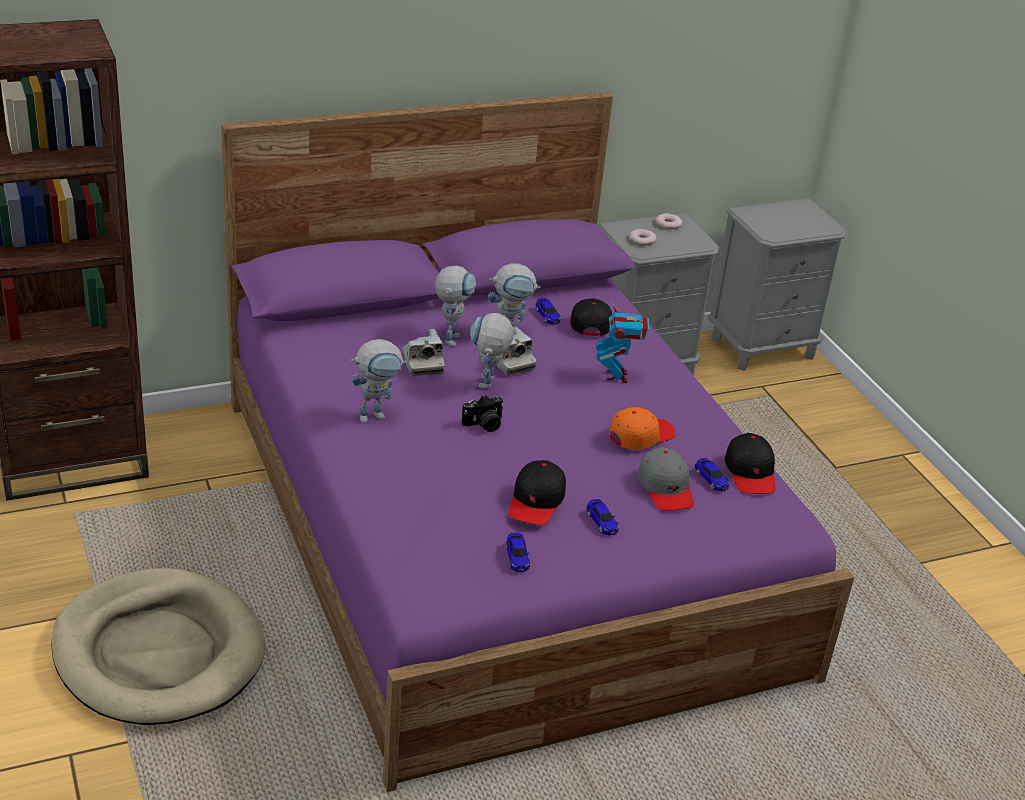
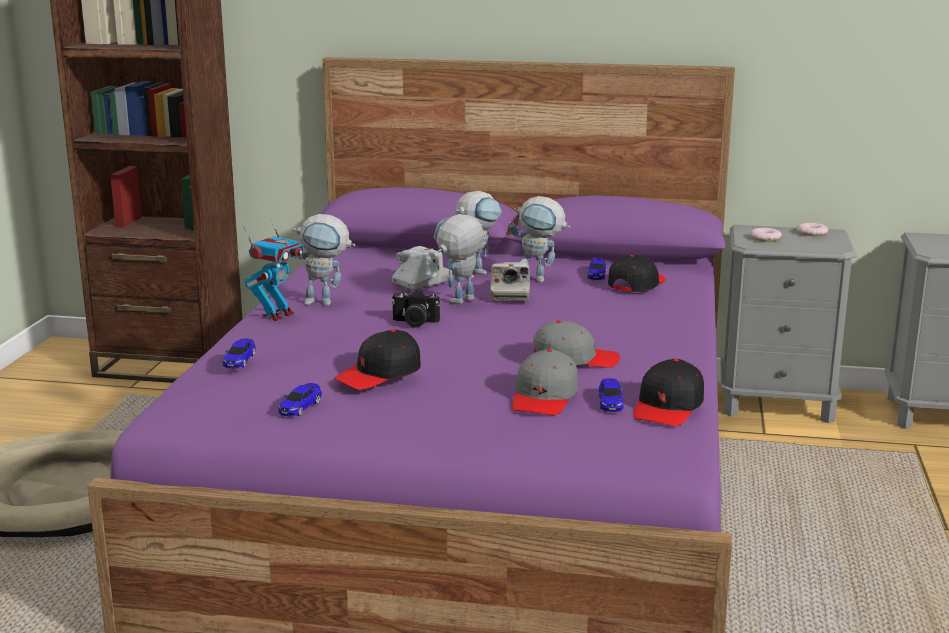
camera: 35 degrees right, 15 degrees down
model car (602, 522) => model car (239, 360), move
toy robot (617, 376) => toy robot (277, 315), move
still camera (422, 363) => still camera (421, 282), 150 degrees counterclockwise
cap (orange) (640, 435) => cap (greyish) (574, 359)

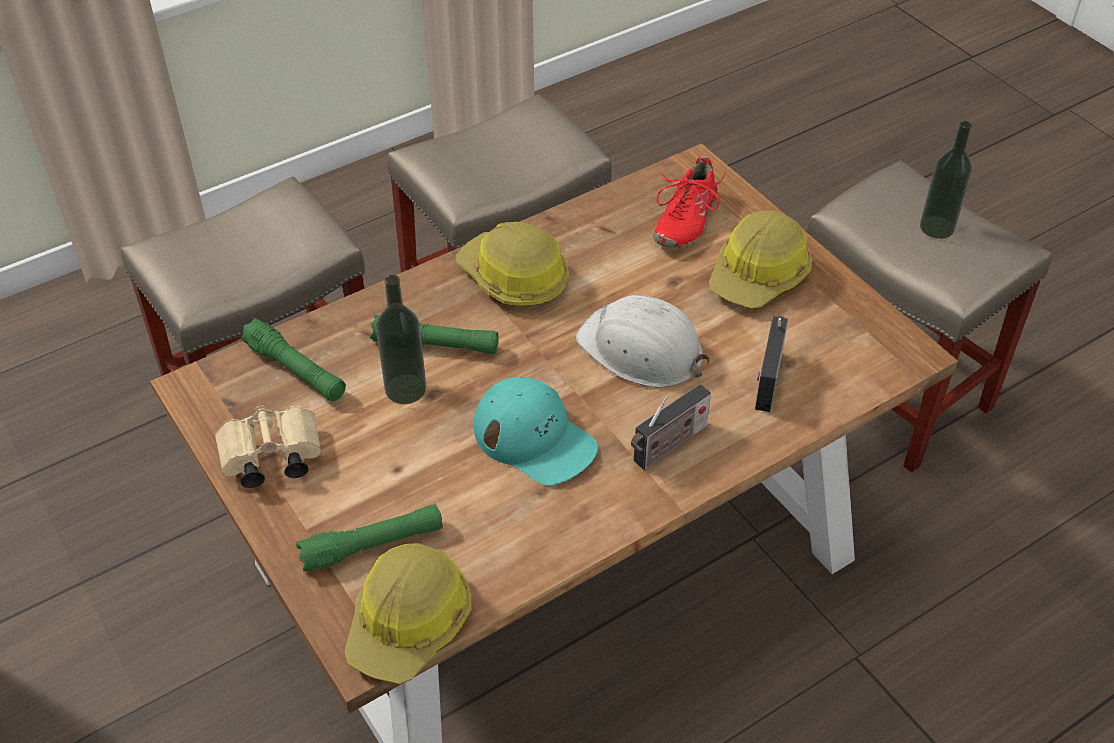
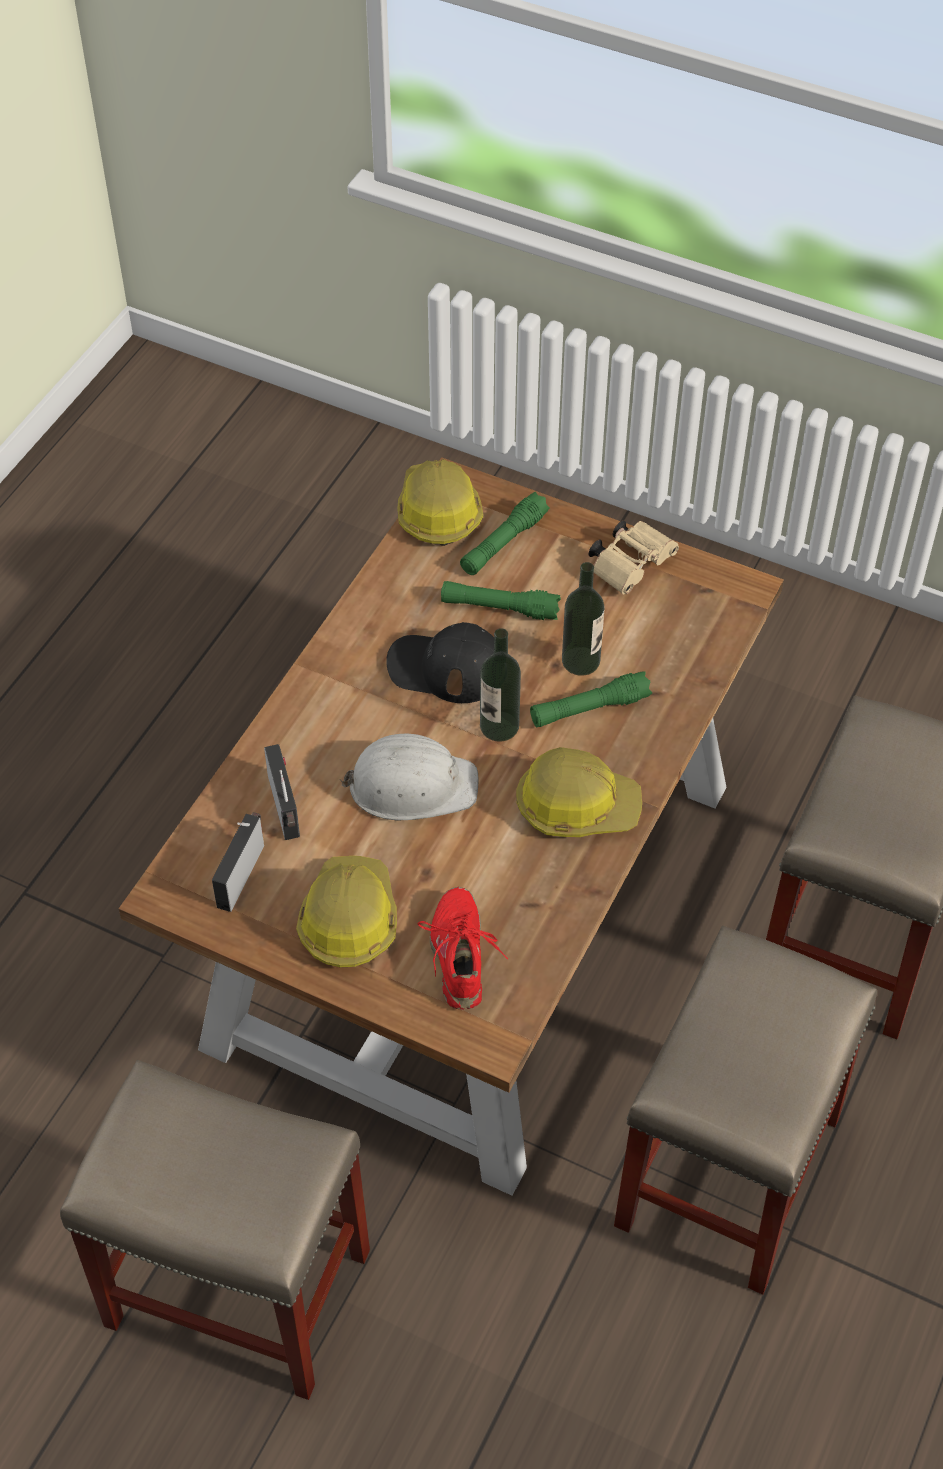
camera: 150 degrees right, 5 degrees up
radio set (668, 446) => radio set (241, 872), move
cap (turquoise) (535, 438) => cap (black-coloured) (446, 668)
torch (green-coloured) (296, 370) => torch (green-coloured) (499, 608), move
bottle (937, 227) => bottle (499, 726), move

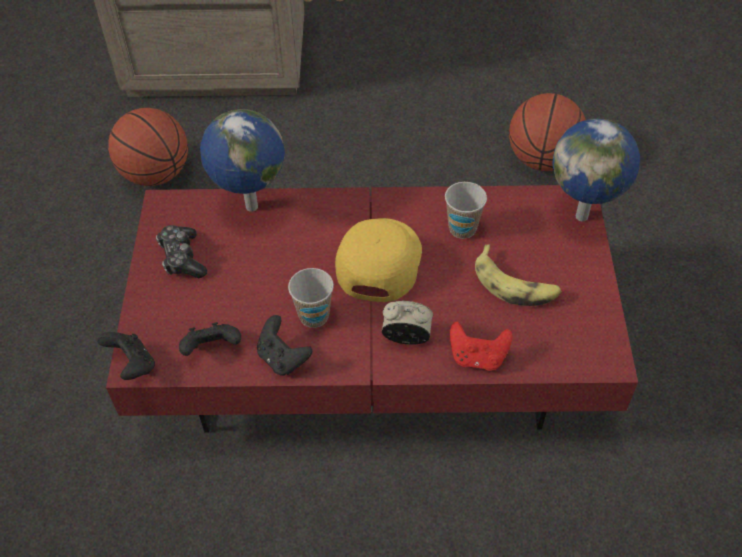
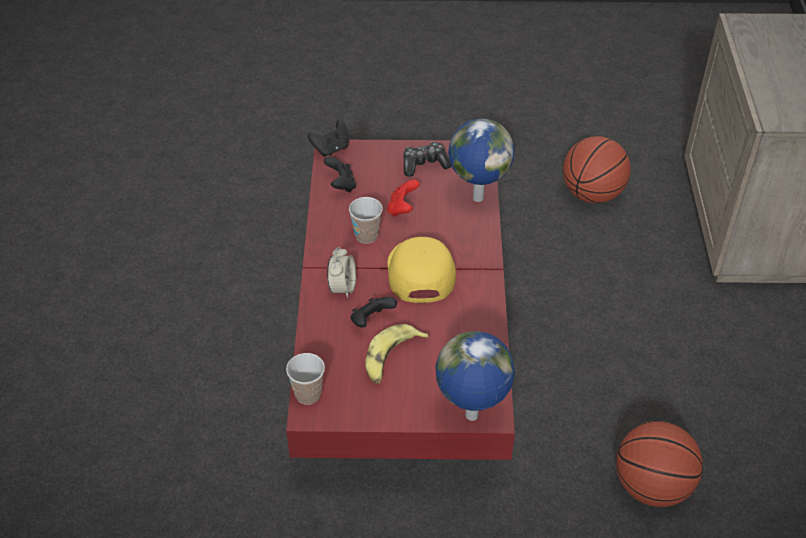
camera: 90 degrees right, 5 degrees down
drinking cup (462, 228) => drinking cup (308, 394), move
joypad (black-coloured) (283, 358) => joypad (black-coloured) (371, 321), move
joypad (reddish) (477, 357) => joypad (reddish) (402, 209), move
cap (yellow) (377, 261) => cap (yellow) (419, 272), 105 degrees counterclockwise

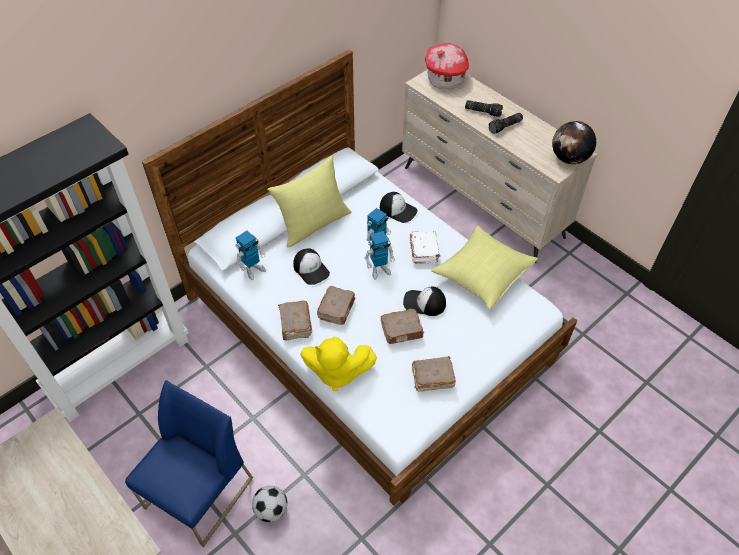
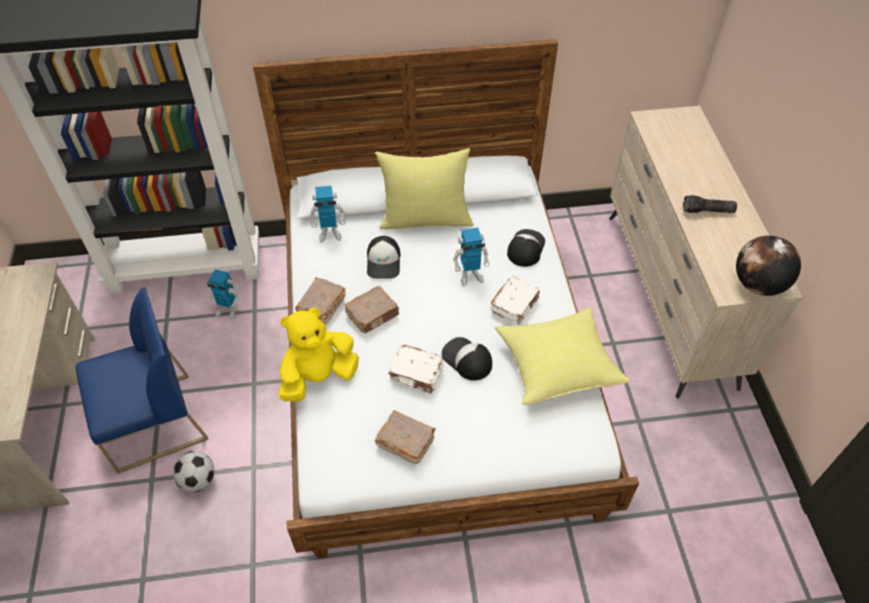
camera: 35 degrees right, 0 degrees up
toy robot (379, 270) => toy robot (228, 310), move
plush toy (yellow) (337, 372) => plush toy (yellow) (318, 377), 105 degrees clockwise
volume (brown-coloured) (402, 331) => volume (white) (417, 374)
cap (398, 210) => cap (525, 248), 135 degrees counterclockwise
miniature house (445, 80) => nothing
torch (483, 111) => nothing

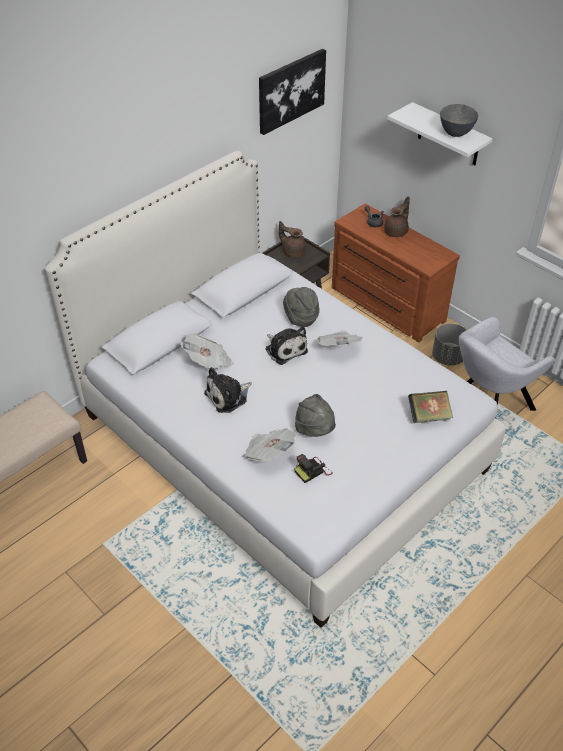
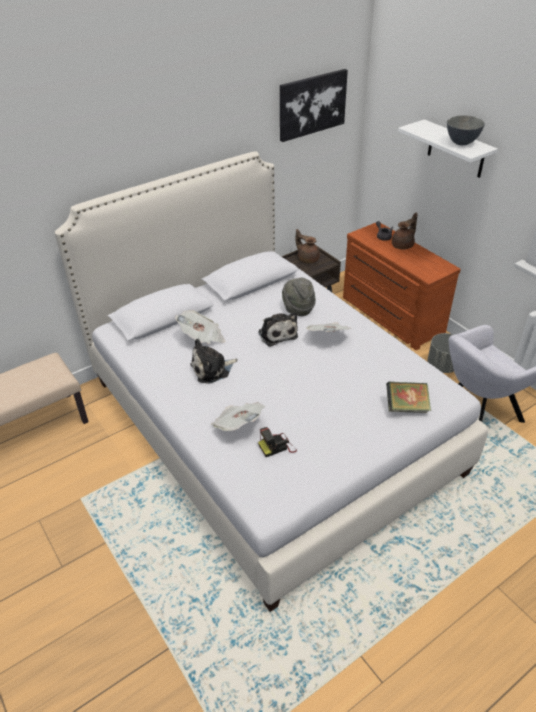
camera: 10 degrees right, 5 degrees down
clothing hat (greyish) (315, 430) => nothing

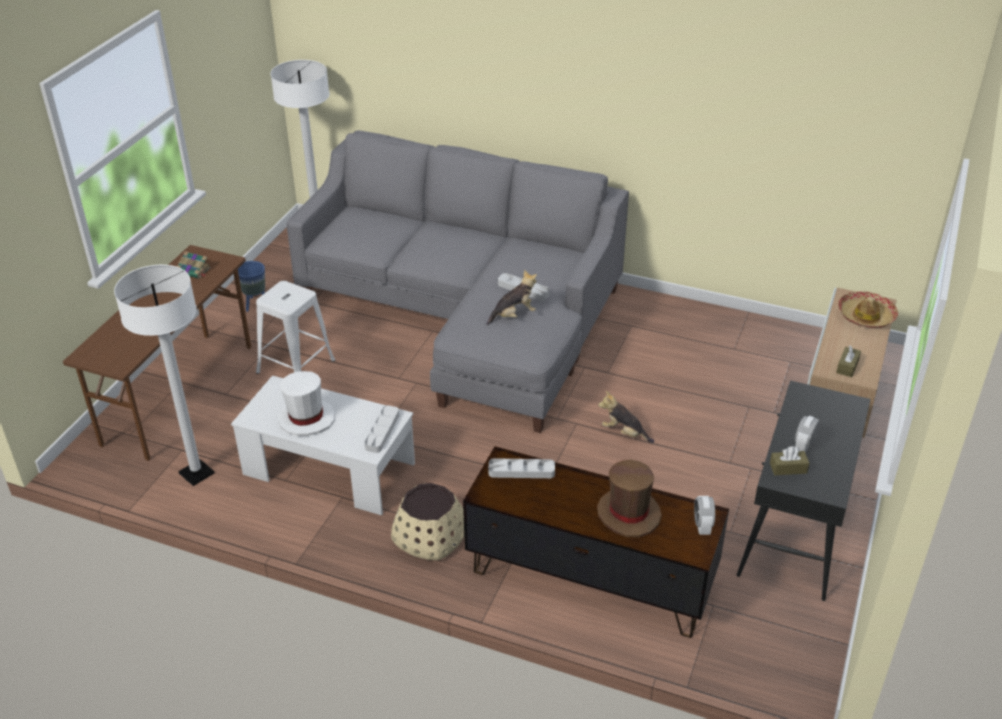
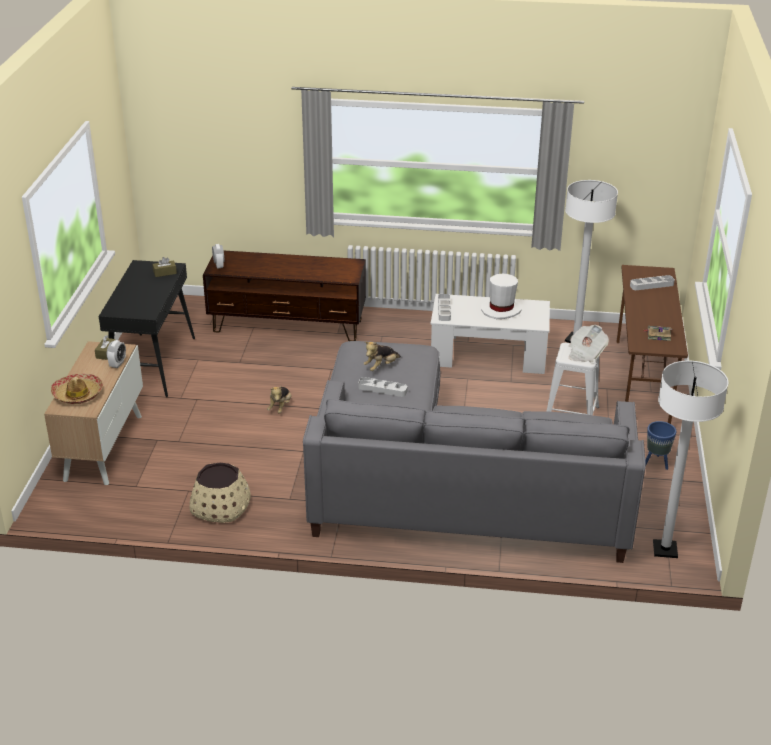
camera: 165 degrees right, 5 degrees down
bedside clock (804, 446) => bedside clock (117, 364), move
plant pot (sand-coloured) (430, 536) => plant pot (sand-coloured) (220, 507), move
plush toy (624, 433) => plush toy (280, 407), 90 degrees clockwise
nothing => newspaper (585, 353)
carrying tray (greyish) (521, 471) => carrying tray (greyish) (651, 285), move
clothing hat (brown-coloured) (629, 513) => nothing

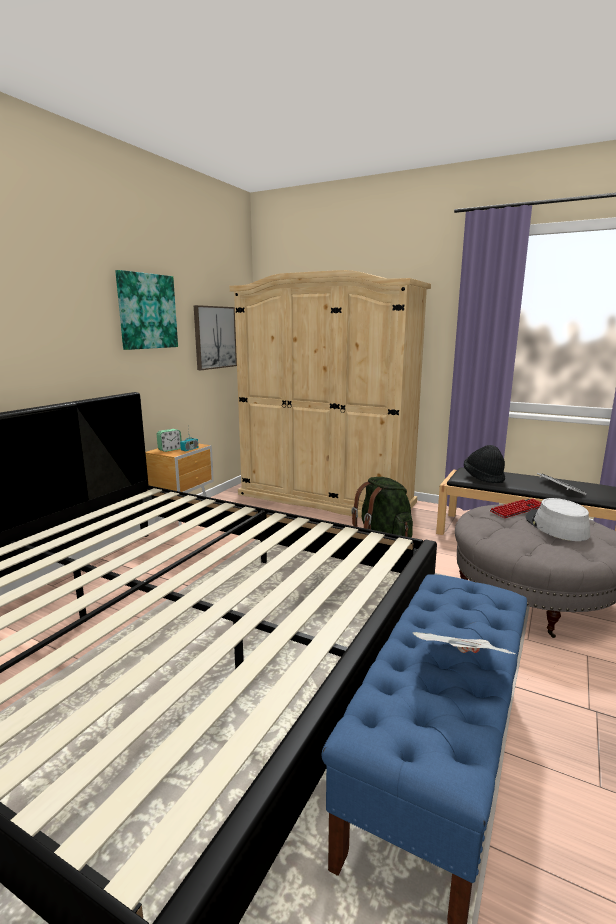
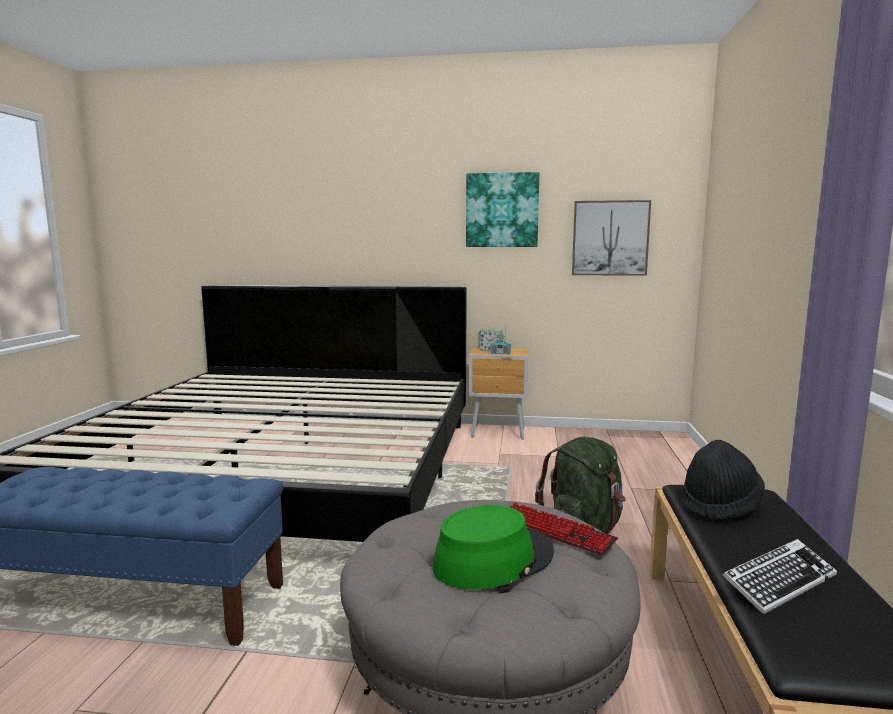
camera: 70 degrees right, 5 degrees down
clothing hat (greyish) (556, 526) => clothing hat (green-coloured) (493, 560)
wardrobe (sand-coloured) (325, 498) => nothing
newspaper (462, 665) => nothing

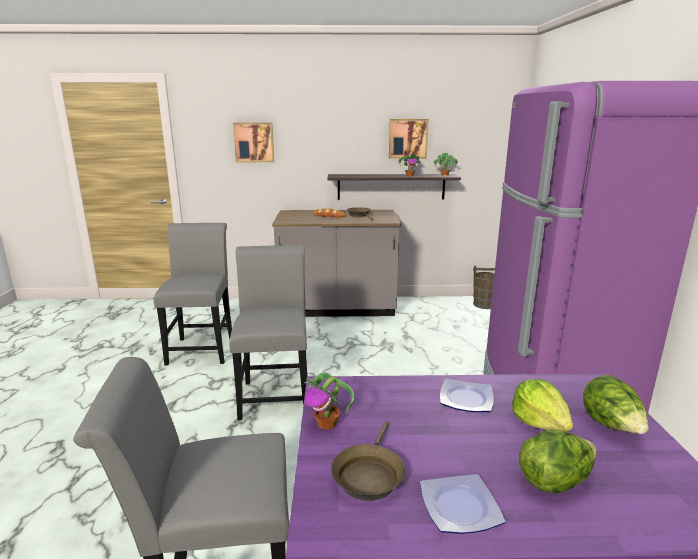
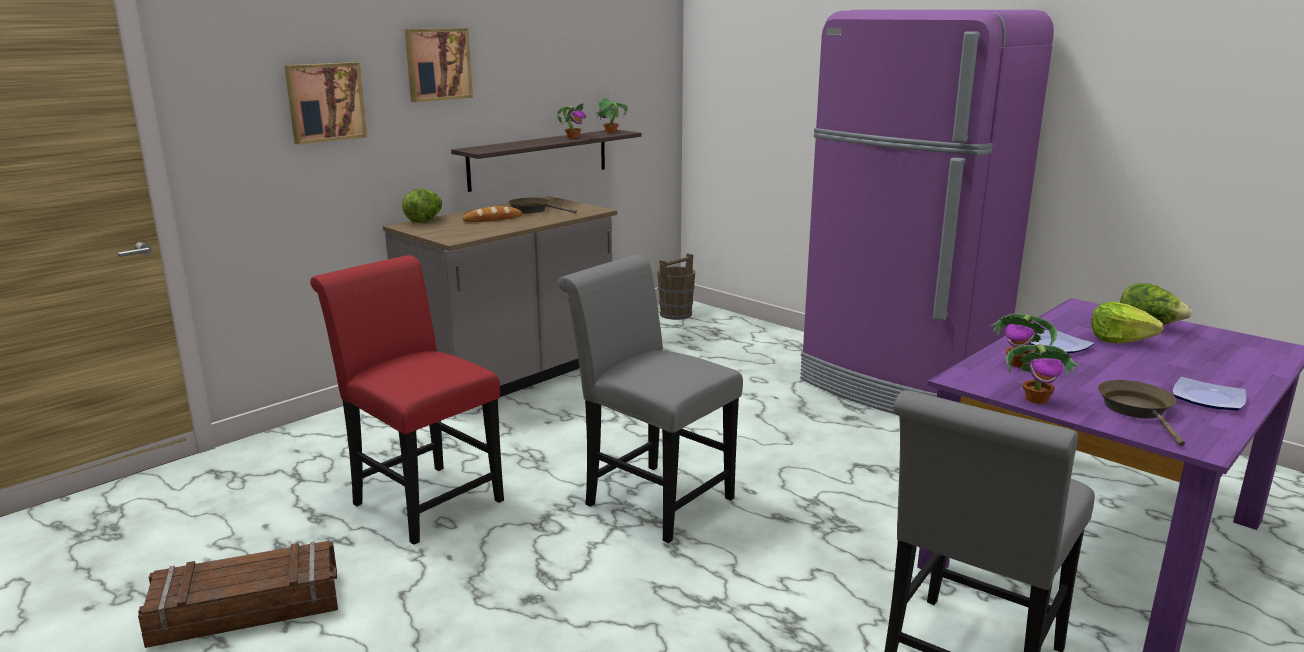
camera: 45 degrees left, 0 degrees up
nothing => shipping crate (247, 607)
chair (greyish) (202, 348) => chair (reddish) (421, 499)
lettuce head (554, 481) => lettuce head (424, 220), move
picture (408, 138) => picture (437, 64), move
nothing => plant in a pot (1019, 364)
skillet (brown-coloured) (368, 475) => skillet (brown-coloured) (1138, 410), 150 degrees counterclockwise

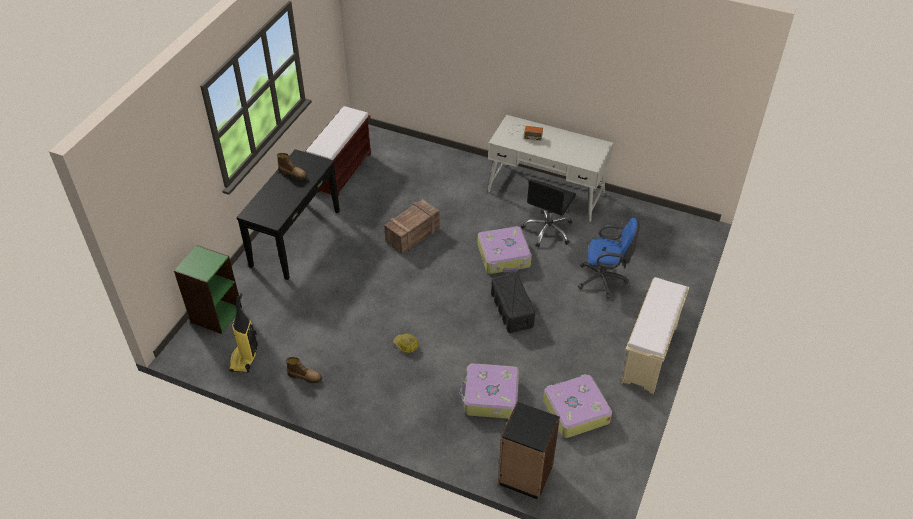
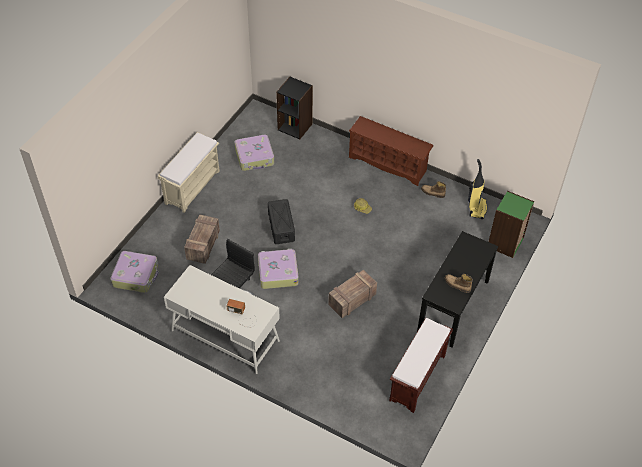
camera: 175 degrees left, 5 degrees up
piece of luggage (490, 397) => piece of luggage (136, 275), move
desk chair (bluish) (604, 280) => shipping crate (203, 244)
nothing => shoe rack (brown-coloured) (388, 164)

